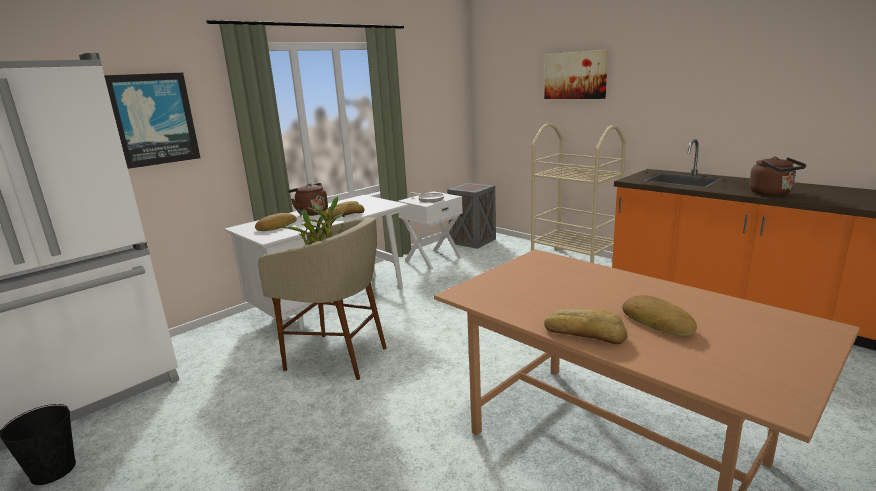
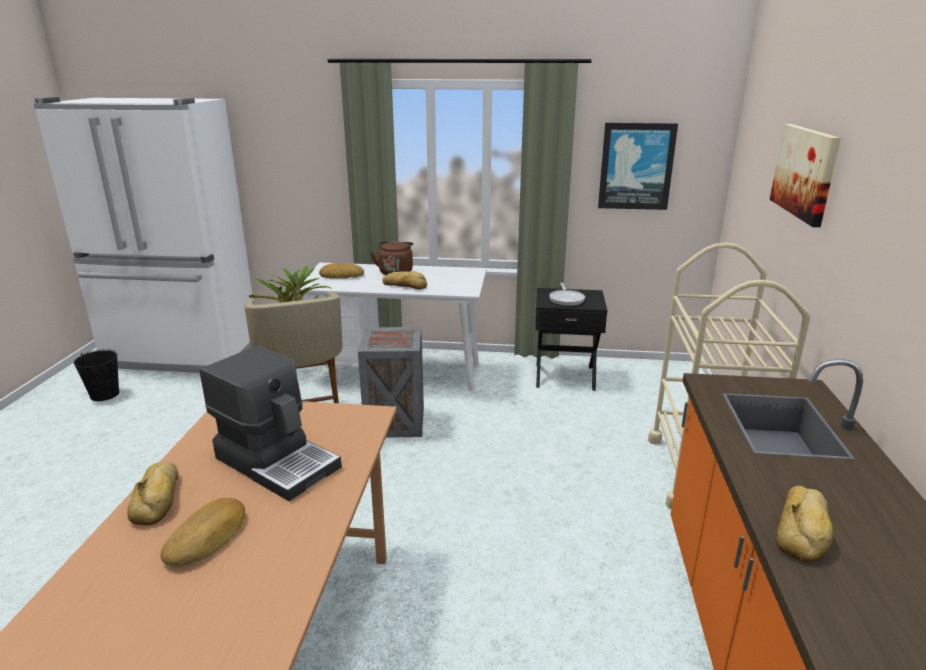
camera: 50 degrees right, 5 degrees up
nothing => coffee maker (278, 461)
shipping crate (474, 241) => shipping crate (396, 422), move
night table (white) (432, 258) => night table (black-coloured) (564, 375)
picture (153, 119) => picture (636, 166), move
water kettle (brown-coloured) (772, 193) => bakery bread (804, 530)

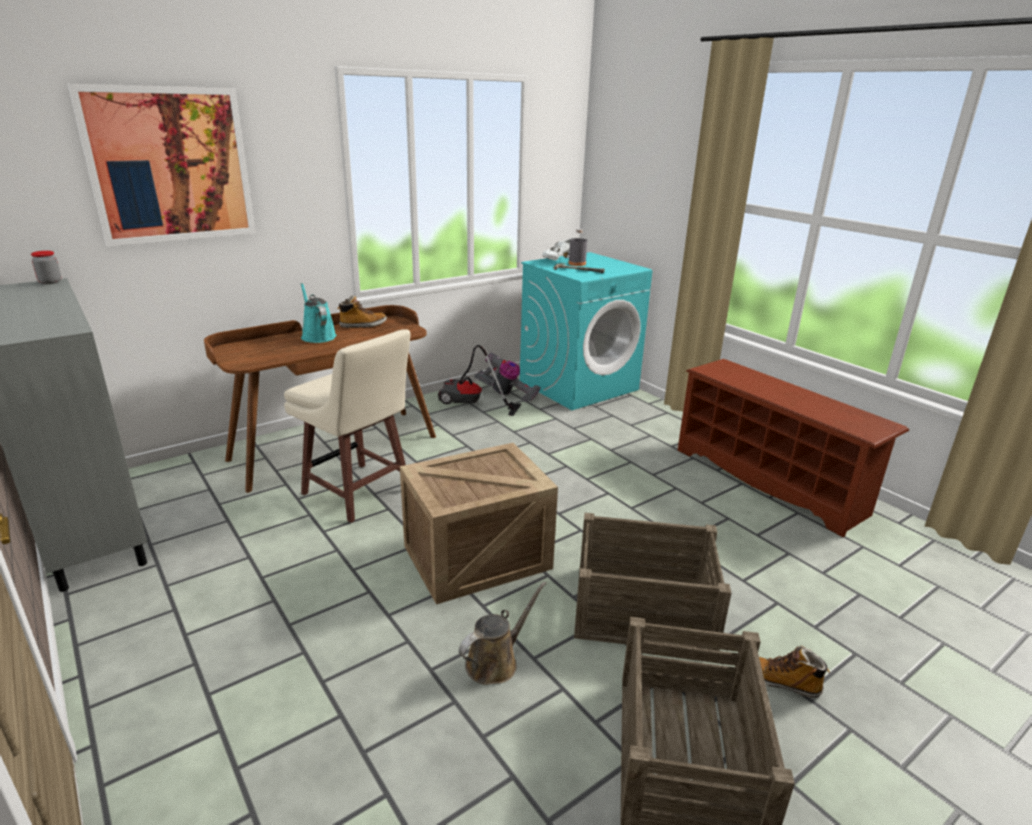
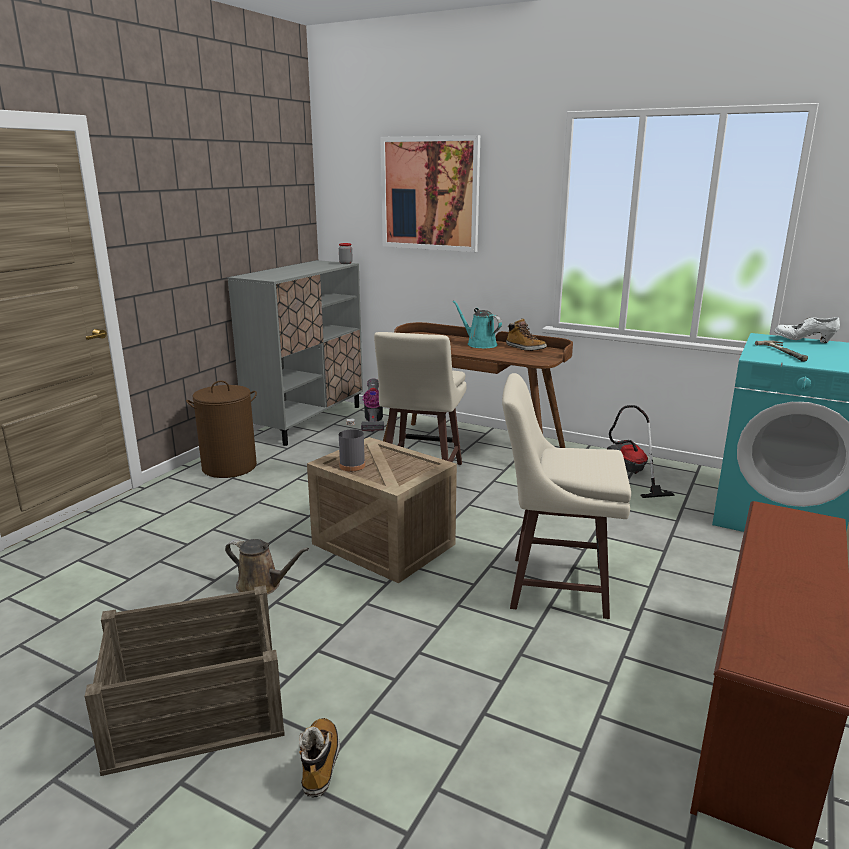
camera: 65 degrees right, 5 degrees down
nothing => washing basket (brown-coloured) (230, 467)
bottle (greyish) (577, 264) => bottle (greyish) (352, 466), move
vacuum cleaner (507, 394) => vacuum cleaner (373, 422), move
sprinkling can (turquoise) (317, 336) => sprinkling can (turquoise) (479, 344), 75 degrees counterclockwise
nothing => sitting stool (sand-coloured) (554, 586)
shipping crate (642, 607) => nothing

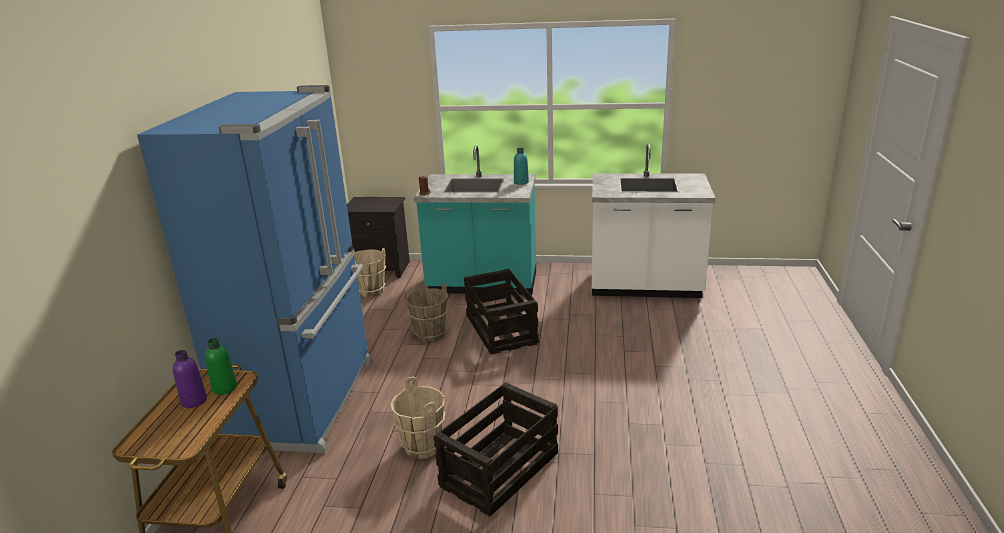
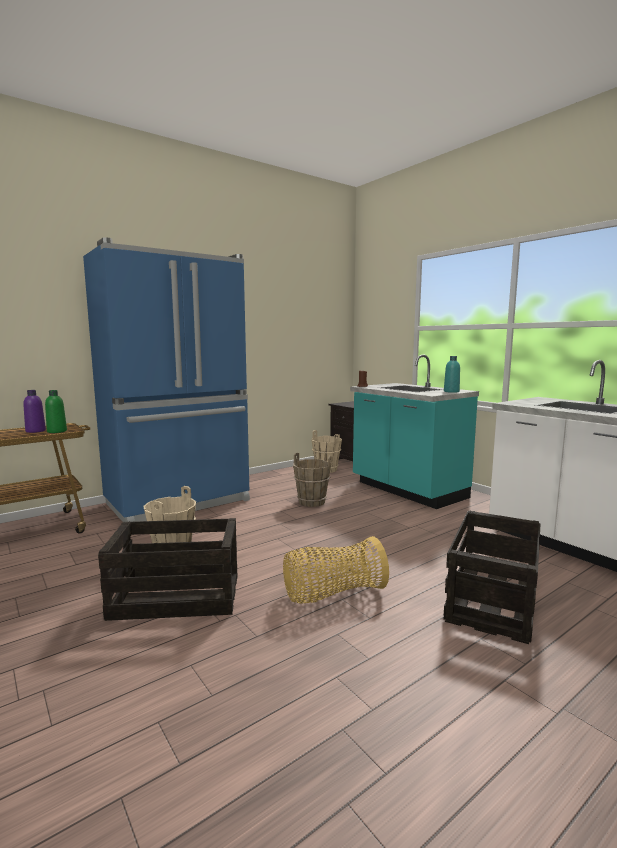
camera: 45 degrees right, 15 degrees down
nothing => household basket (332, 594)
shipping crate (500, 329) => shipping crate (492, 599), move

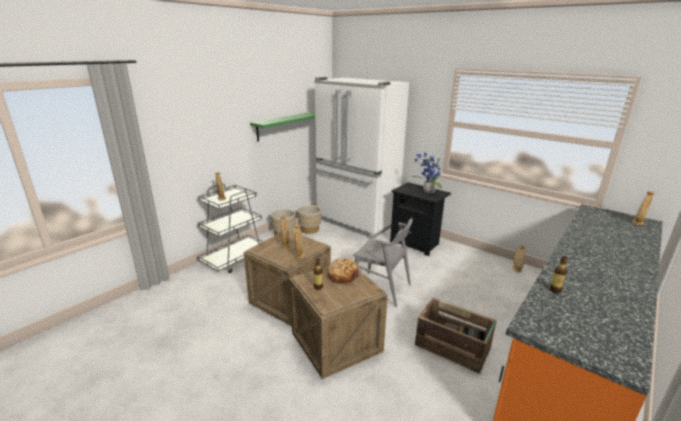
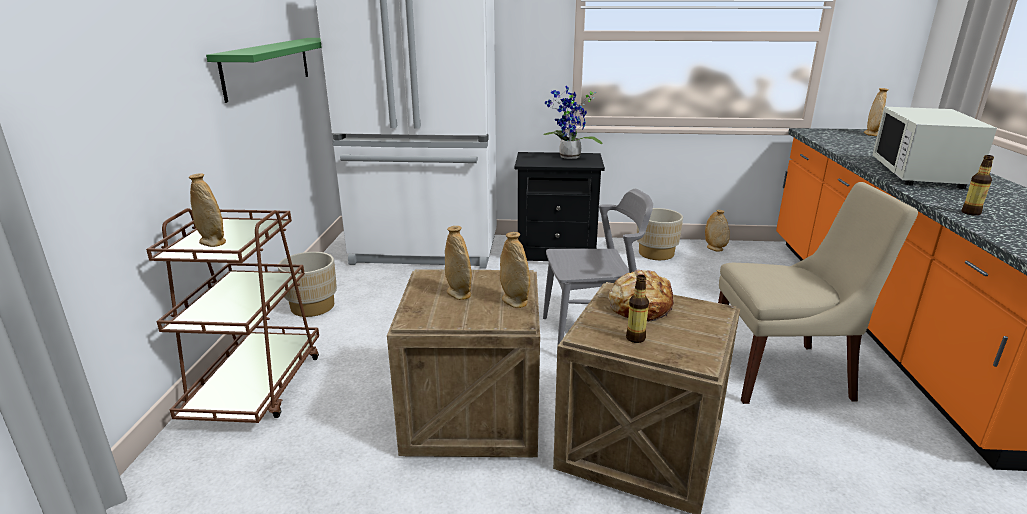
camera: 35 degrees left, 0 degrees up
wheeled cart (greyish) (235, 259) => wheeled cart (brown-coloured) (257, 386)
plant pot (sand-coloured) (309, 229) => plant pot (sand-coloured) (656, 253), move
shipping crate (453, 347) => chair (sand-coloured) (784, 373)
nothing => microwave oven (white) (920, 174)

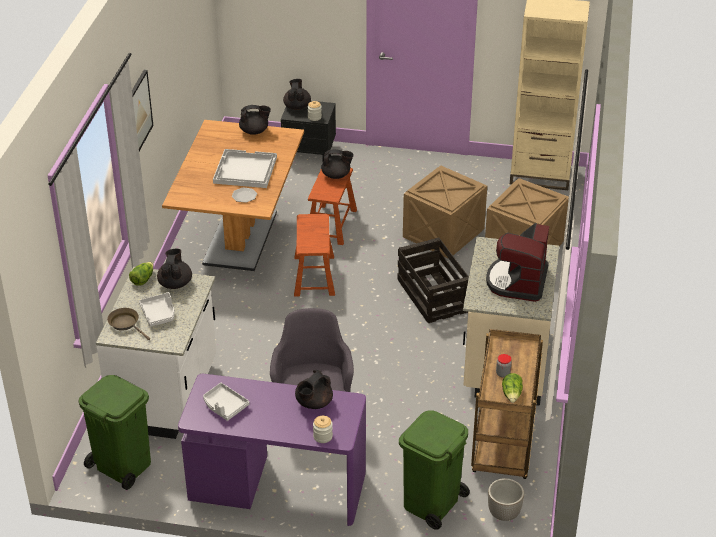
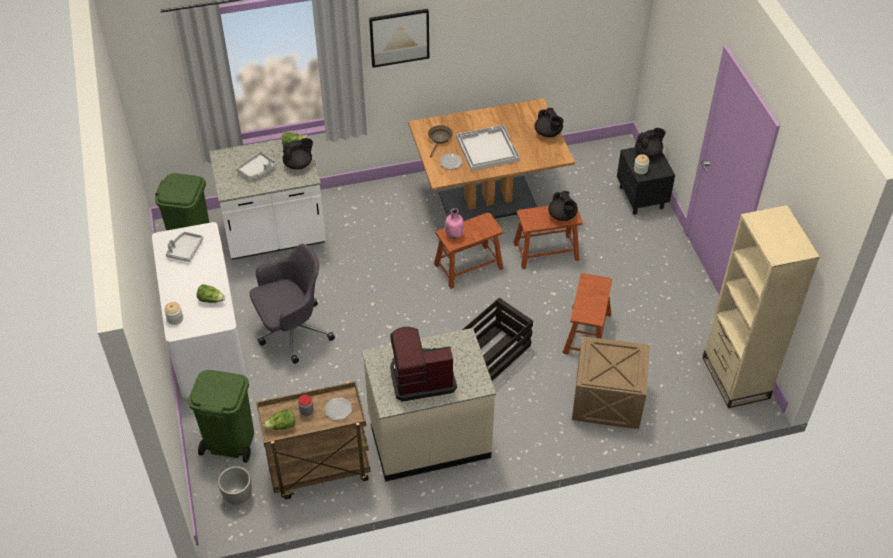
camera: 65 degrees right, 10 degrees up
desk (purple) (276, 487) => desk (white) (206, 337)
tea pot (black-coloured) (313, 403) => lettuce head (211, 299)
nothing => plate (338, 409)
skillet (brown-coloured) (126, 324) => skillet (brown-coloured) (439, 139), move
nothing => bottle (pink-coloured) (454, 234)
shipping crate (444, 233) => sitting stool (brown-coloured) (587, 333)

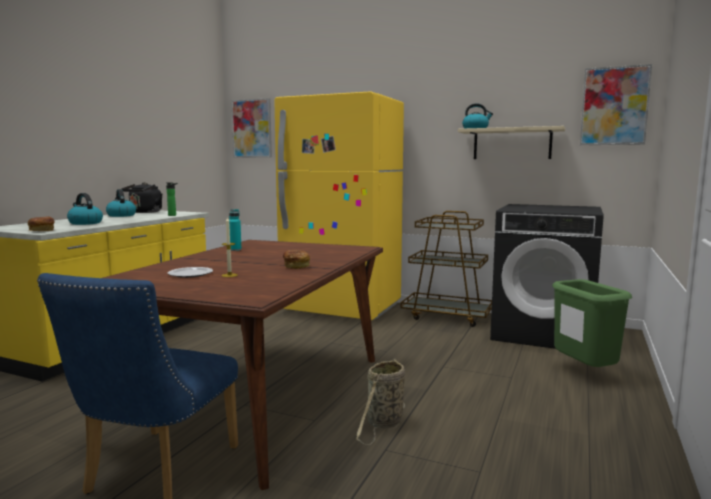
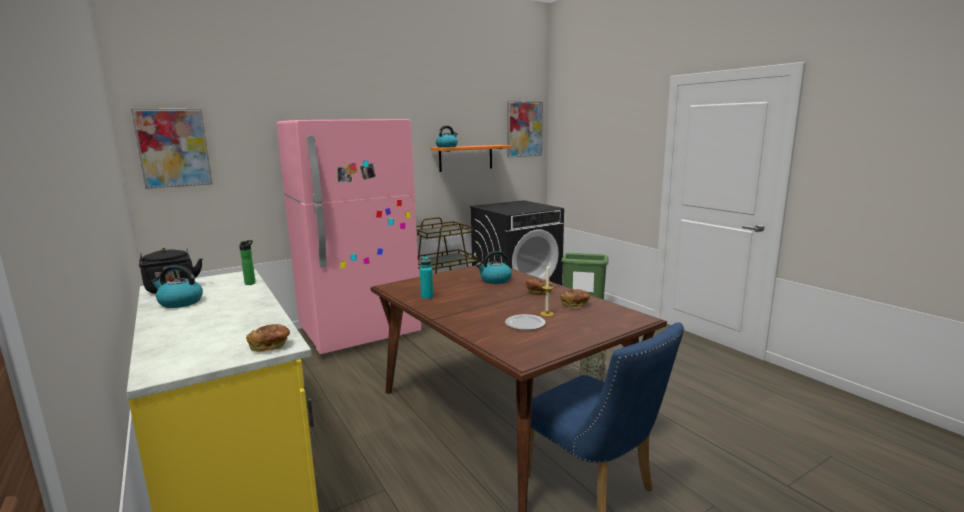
camera: 55 degrees left, 5 degrees up
fridge (yellow) (342, 308) => fridge (pink-coloured) (360, 333)
wall shelf (sand-coloured) (512, 144) => wall shelf (orange) (466, 158)
water kettle (85, 223) => water kettle (495, 280), move
nothing => bakery bread (575, 305)

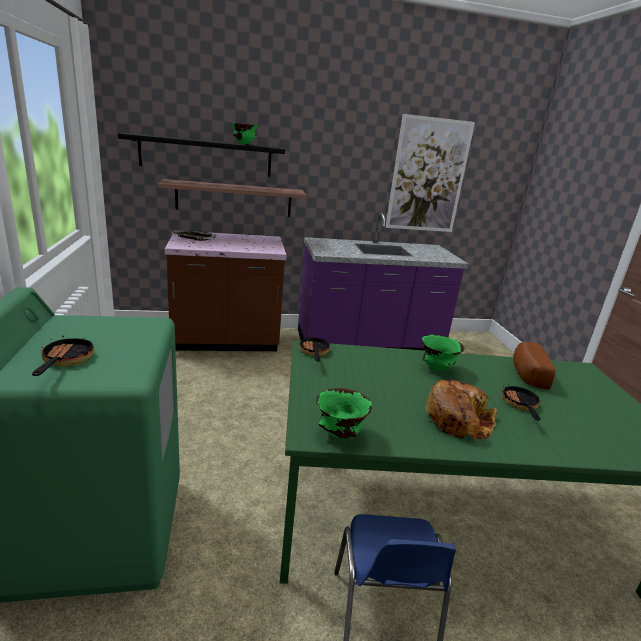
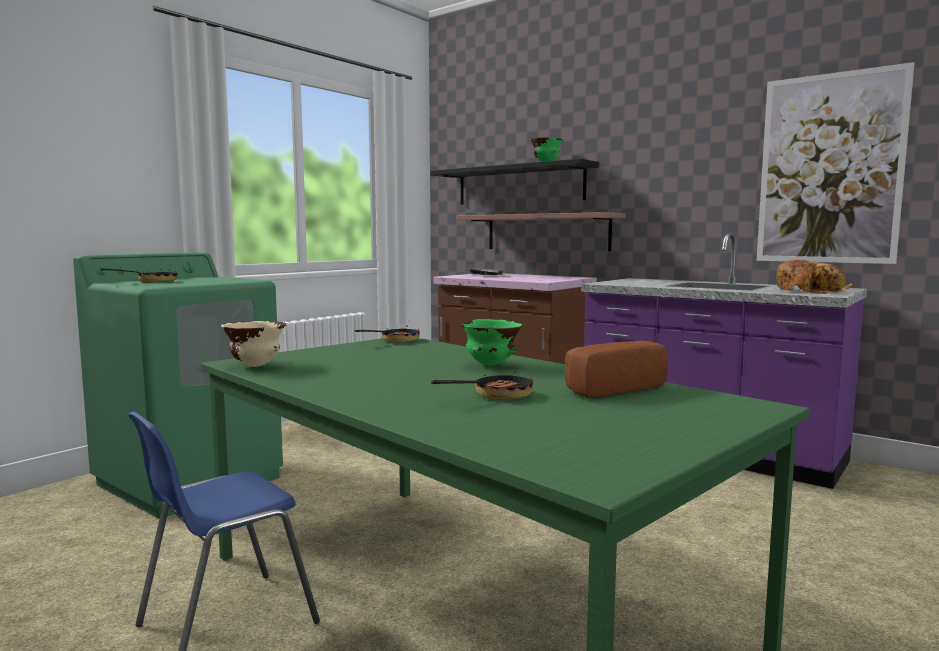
camera: 50 degrees right, 15 degrees down
bowl (green-coloured) (339, 434) => bowl (sand-coloured) (256, 366)
bakery bread (458, 419) => bakery bread (810, 291), move

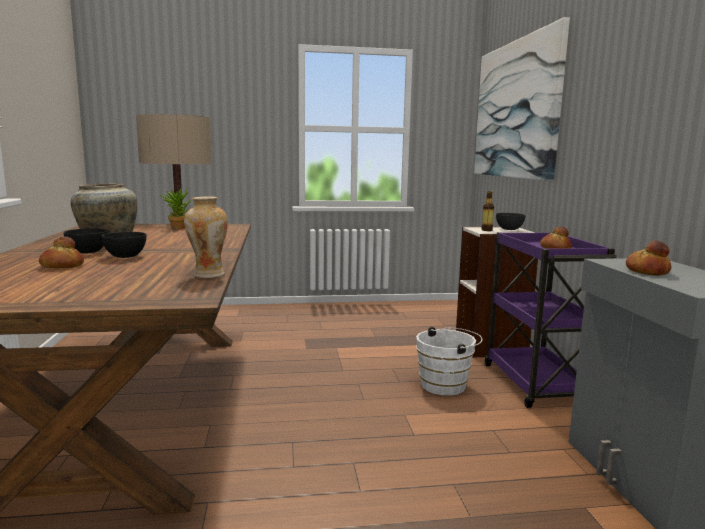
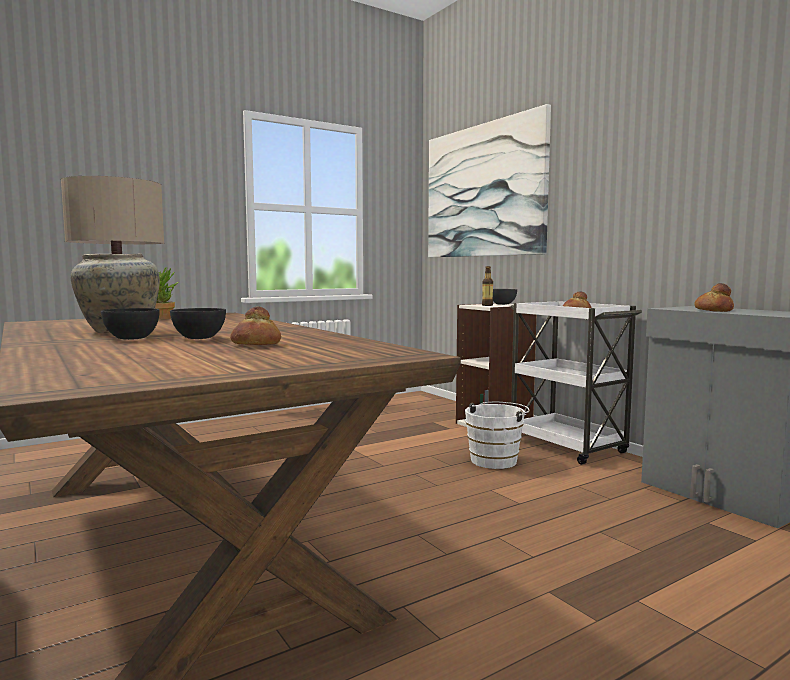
camera: 25 degrees left, 5 degrees down
bakery bread (62, 266) => bakery bread (256, 344), move
wheeled cart (purple) (536, 385) => wheeled cart (white) (567, 447)
flower vase (208, 275) => nothing

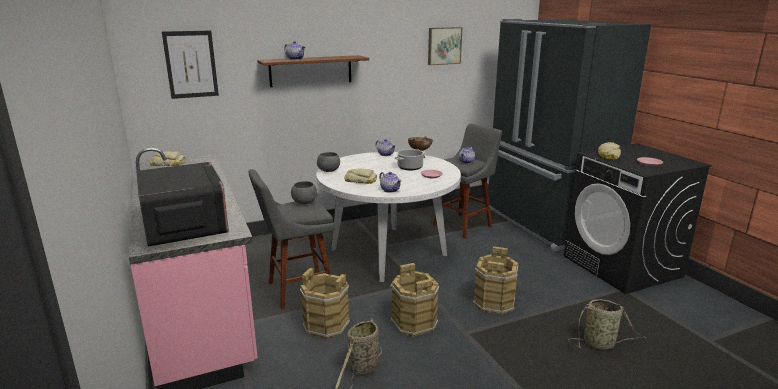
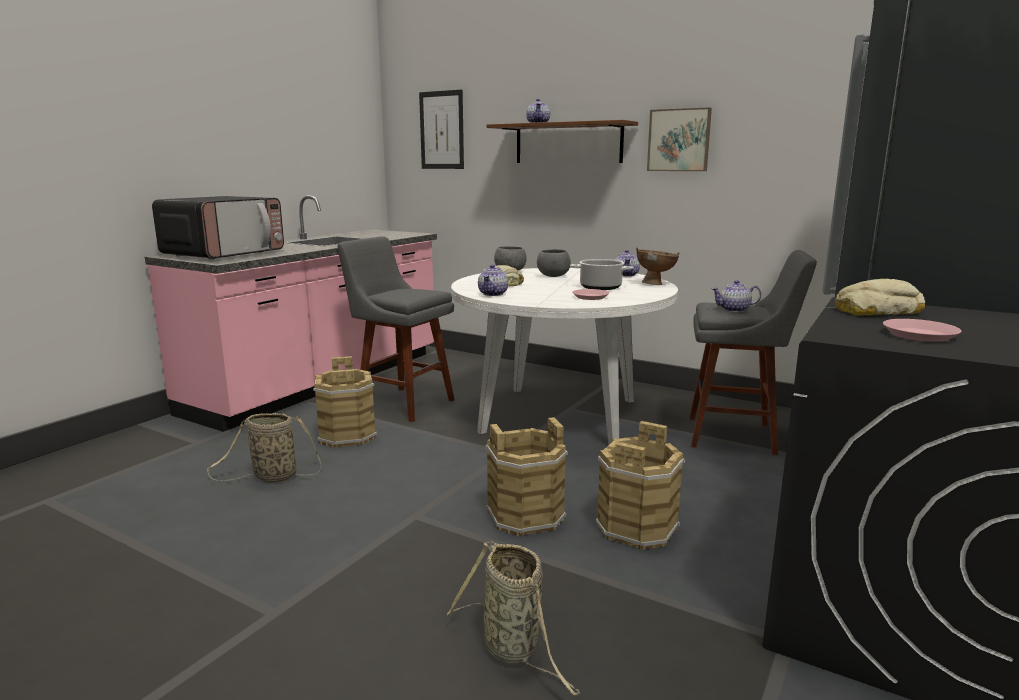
camera: 55 degrees right, 5 degrees down
bowl (greyish) (304, 203) => bowl (greyish) (553, 276), move
bucket (brown-coloured) (413, 323) => bucket (brown-coloured) (636, 527), move
picture (444, 46) => picture (679, 140), move
bakery bread (168, 163) => nothing

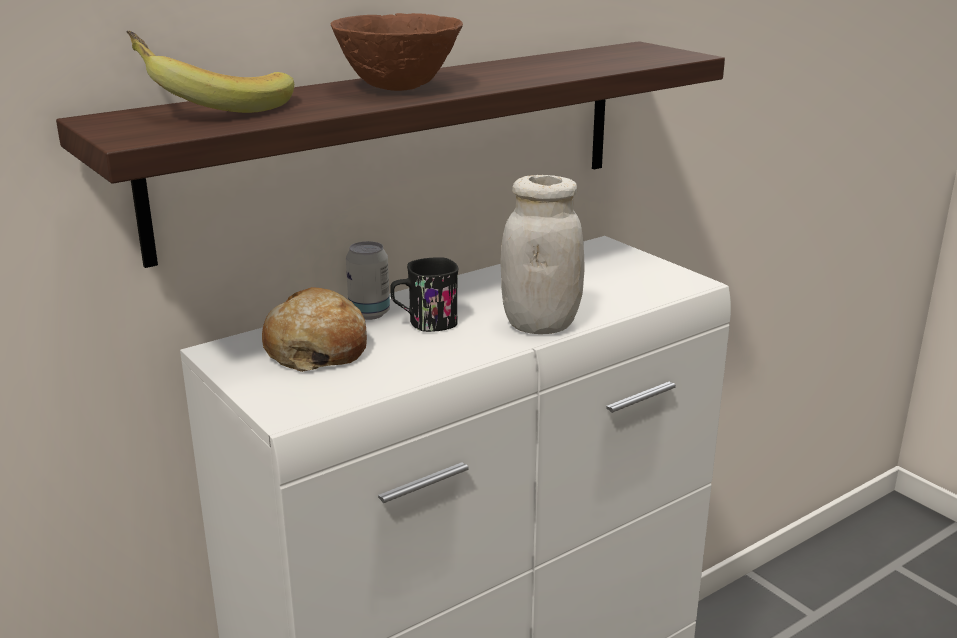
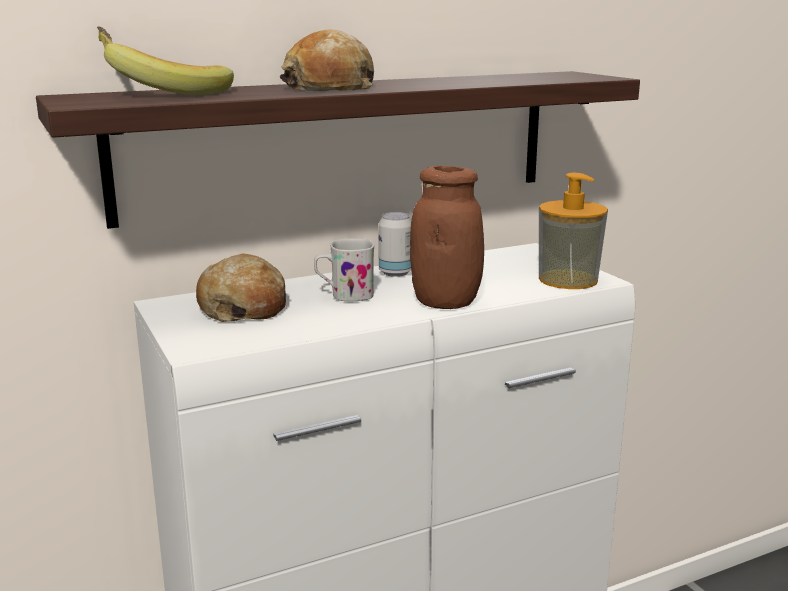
camera: 10 degrees right, 5 degrees down
bowl (brown-coloured) (400, 88) => bakery bread (330, 87)
coffee mug (black-coloured) (424, 323) => coffee mug (white) (345, 295)
sealed can (369, 313) => sealed can (395, 272), move
jar (white) (540, 325) => jar (brown-coloured) (445, 302)
nothing => soap bottle (568, 279)

